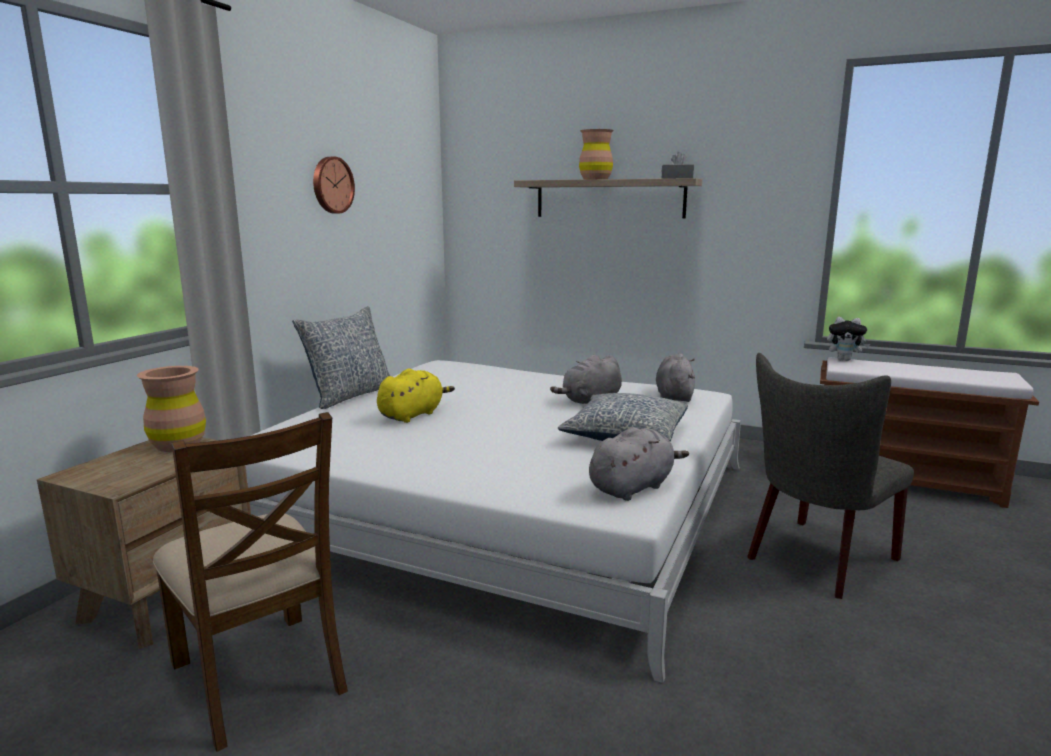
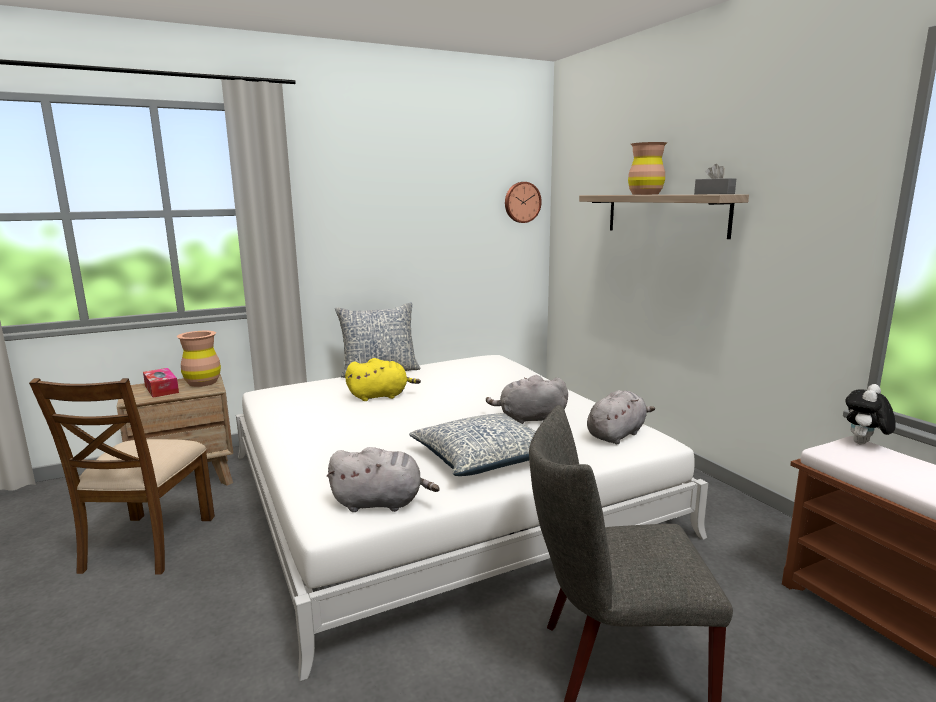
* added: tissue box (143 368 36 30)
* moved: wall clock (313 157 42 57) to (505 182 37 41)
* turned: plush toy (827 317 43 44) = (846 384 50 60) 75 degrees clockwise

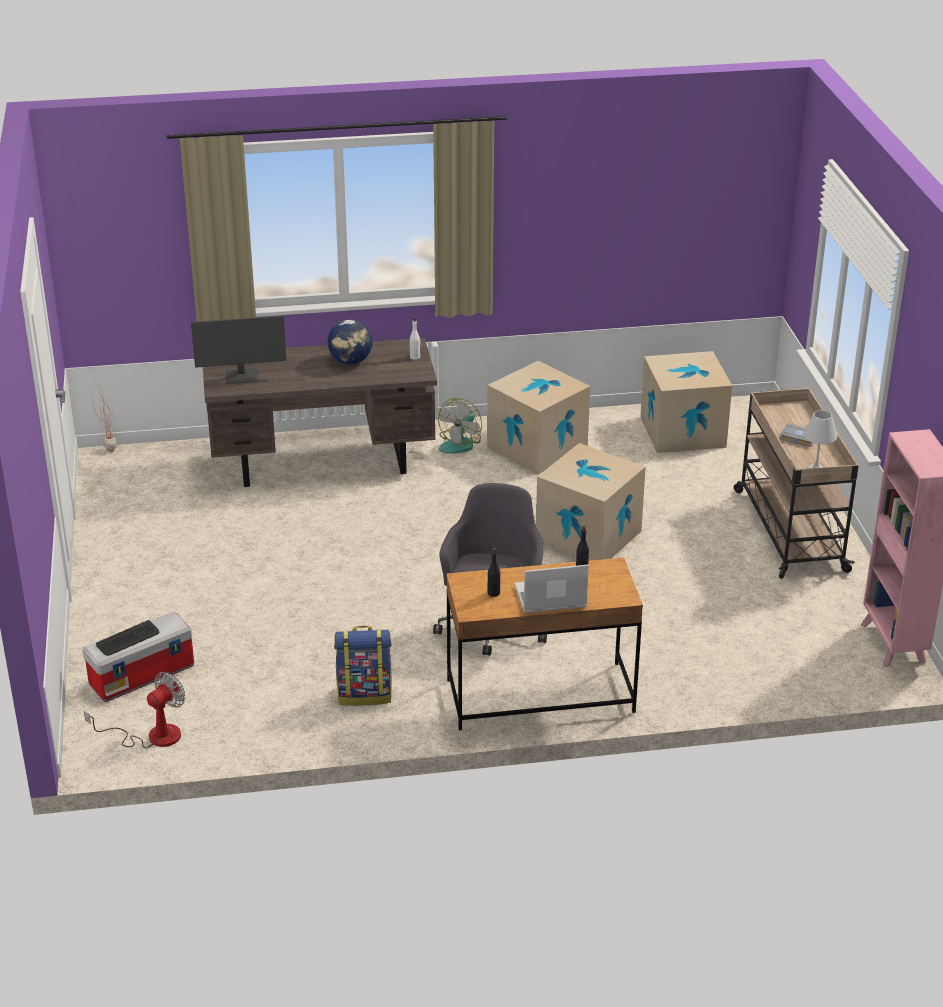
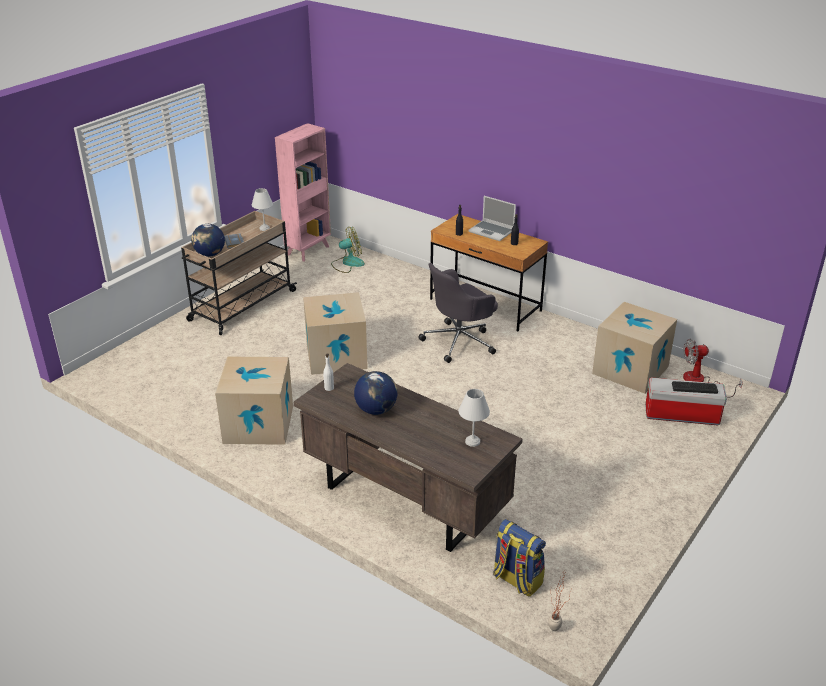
* added: globe (191 224 34 33)
* moved: fan (438 398 44 56) to (331 226 34 47)
* replaced: monitor (191 316 95 68) to table lamp/white (459 389 31 58)
* moved: backpack (334 626 58 80) to (493 519 53 78)
* moved: cardboard box (640 351 92 102) to (592 302 85 92)

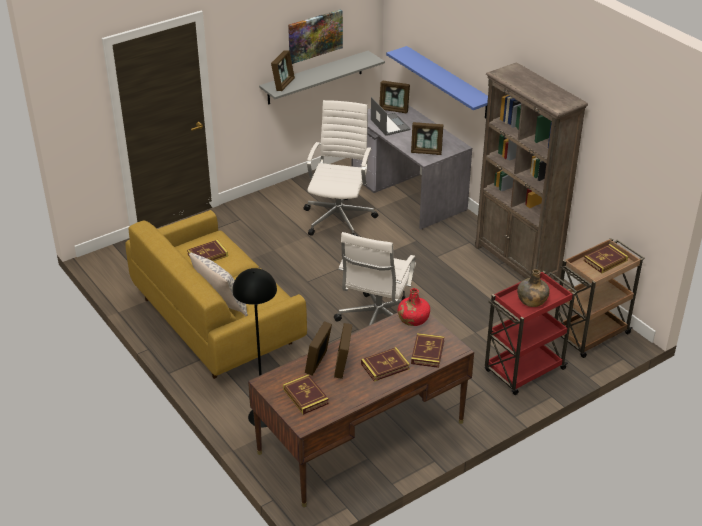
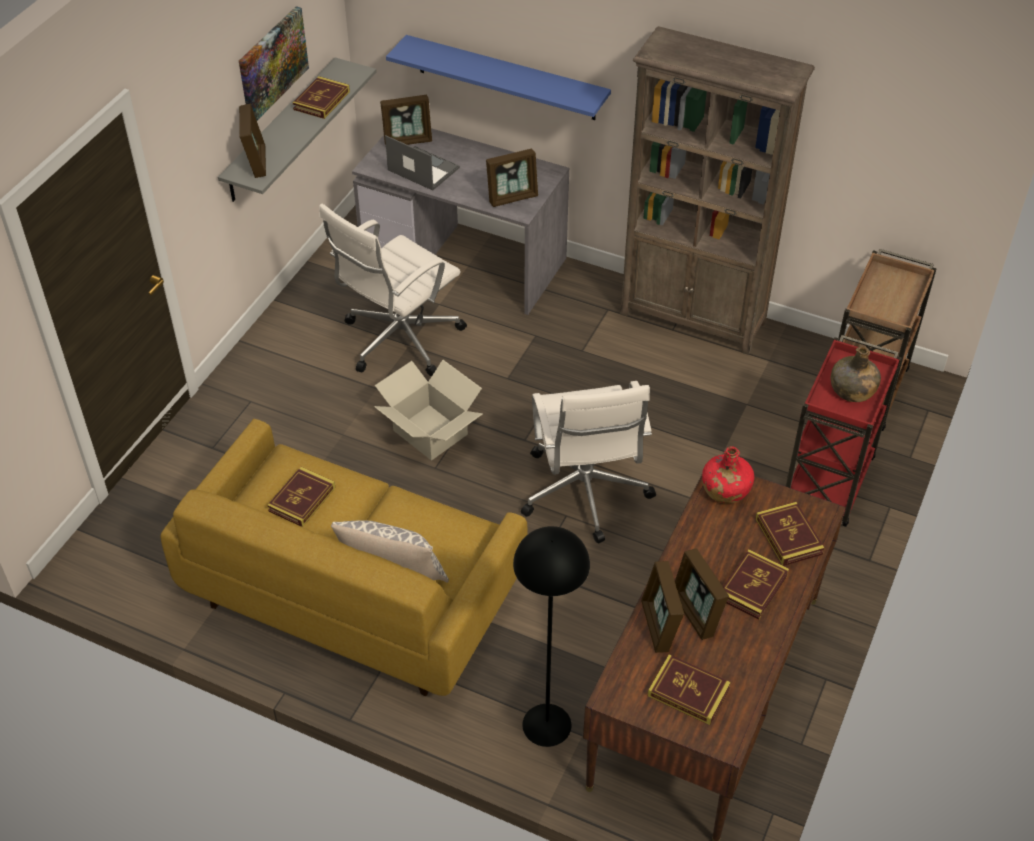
* moved: book (584 244 44 30) to (293 76 57 43)
* turned: office chair/white (304 100 74 136) = (319 204 148 172) 120 degrees counterclockwise
* added: cardboard box (374 360 108 101)

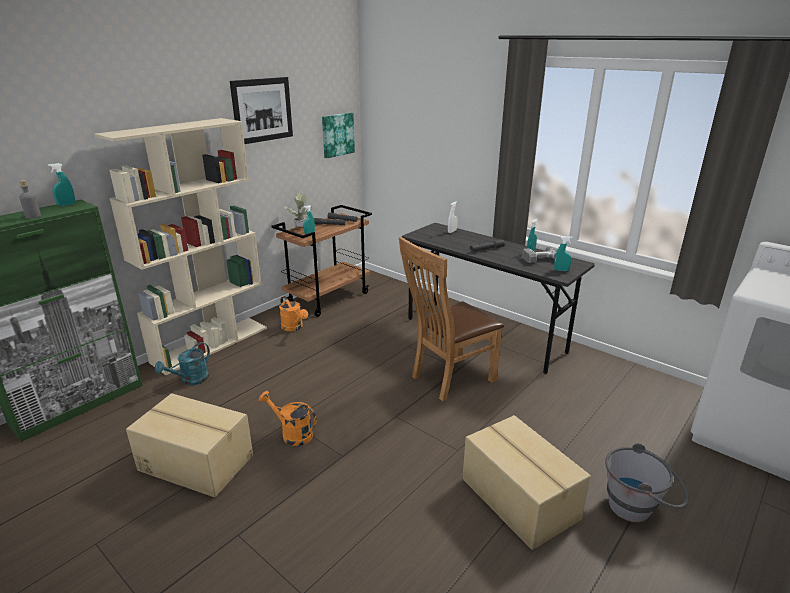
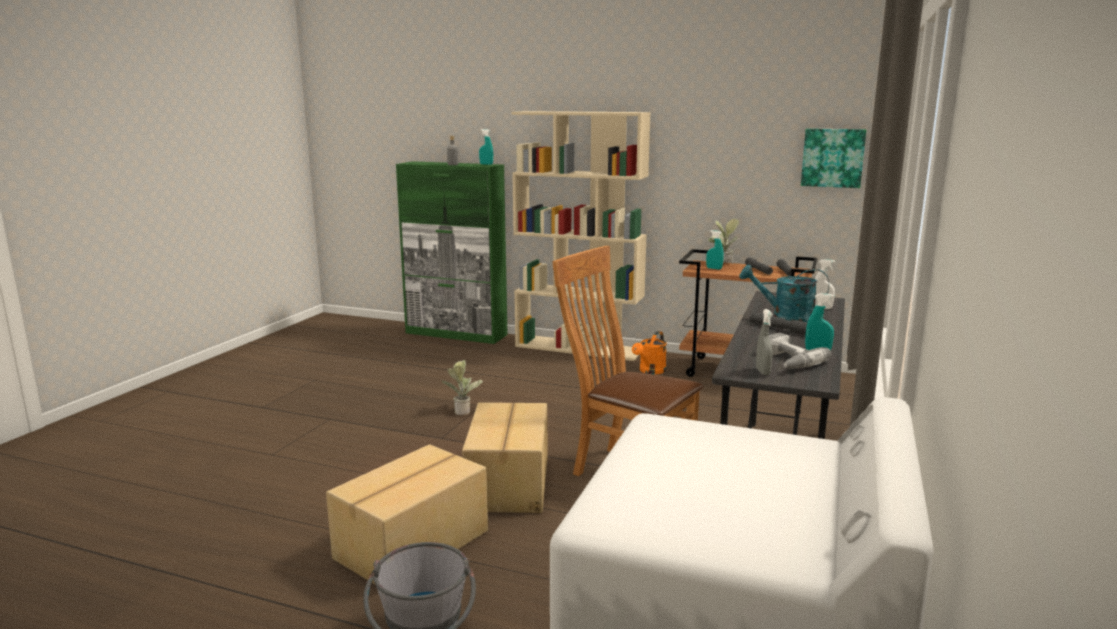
* replaced: watering can/orange (259 391 58 55) to potted plant (442 360 41 55)
* moved: cardboard box (126 393 127 104) to (462 402 85 111)
* moved: watering can/turquoise (155 342 55 43) to (739 265 90 58)
* recoloured: spray bottle/turquoise (554 236 19 35) to spray bottle/grey (756 309 17 66)
* removed: picture (230 77 63 67)

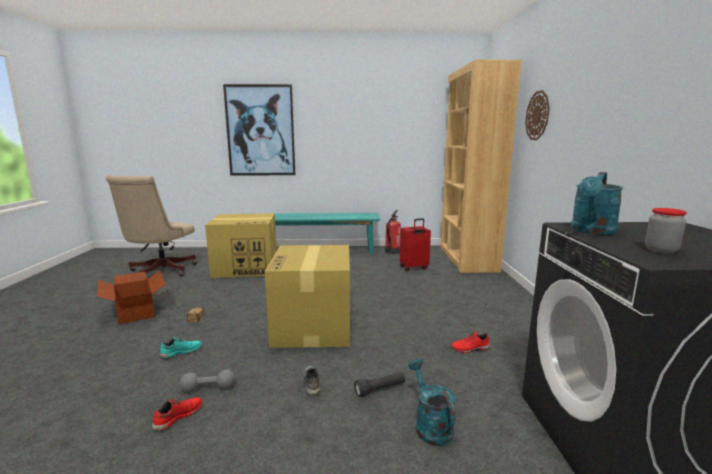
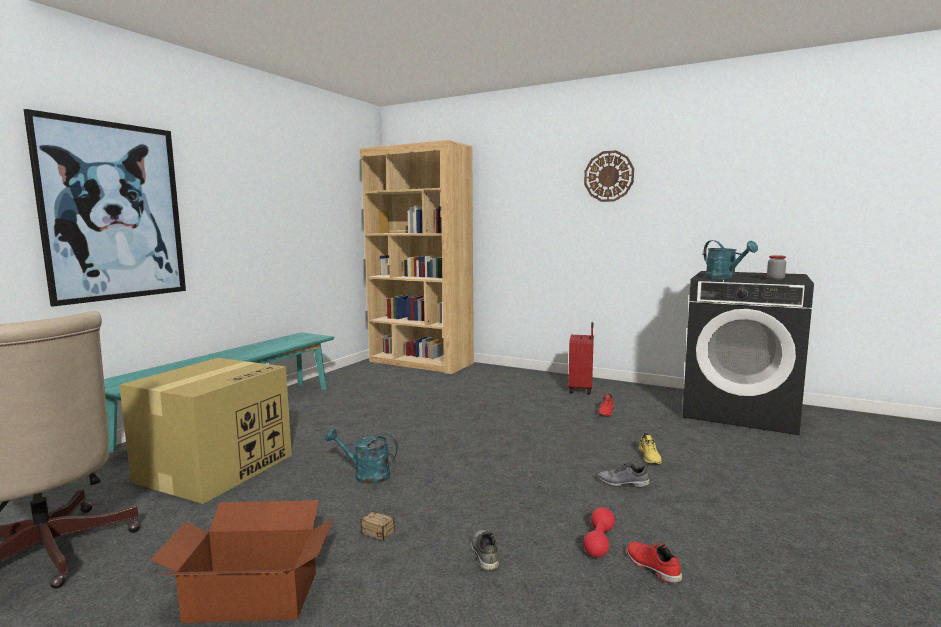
* moved: watering can/turquoise (408 359 48 87) to (325 428 73 56)
* recoloured: shoe/turquoise (159 337 43 22) to shoe/grey (471 530 28 41)
* moved: suitcase/red (400 218 31 53) to (568 322 26 73)
* moved: wall clock (525 90 25 50) to (584 150 50 52)
* recoloured: dumbbell/grey (179 370 56 22) to dumbbell/red (584 507 31 51)
* replaced: flashlight/black (354 372 51 25) to shoe/yellow (639 433 23 31)
* removed: cardboard box (265 245 85 103)
* removed: fire extinguisher (385 210 16 44)

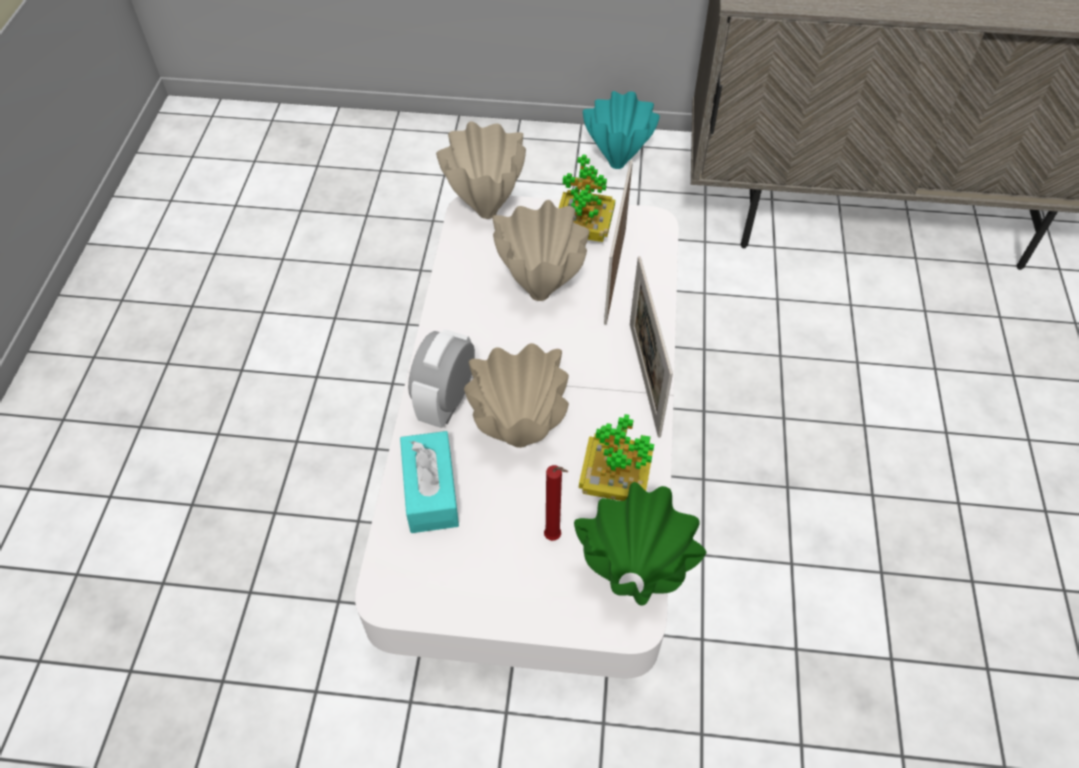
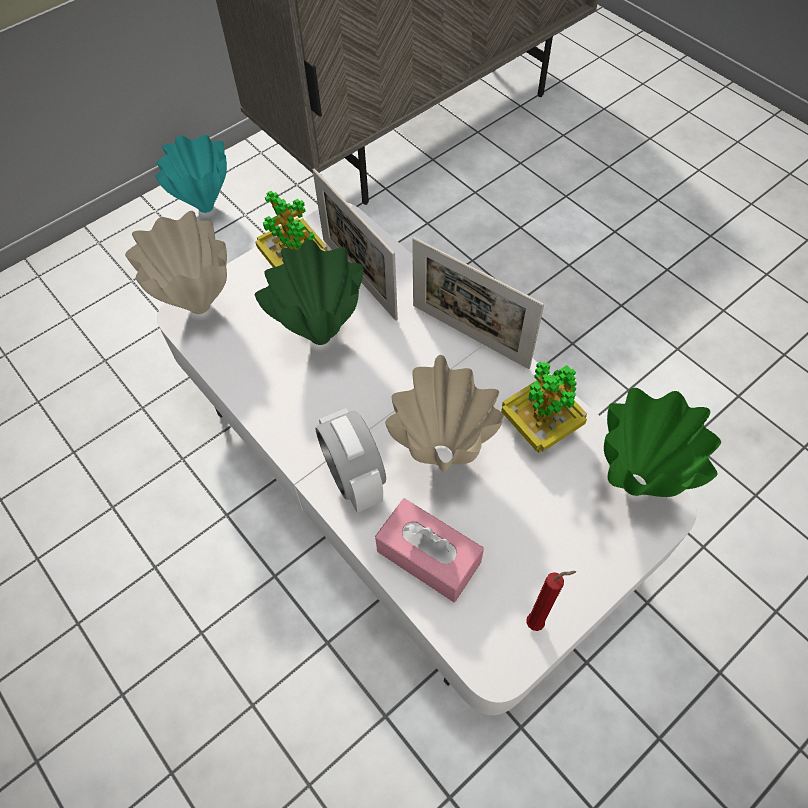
* recoloured: vase/beige (492 200 98 101) to vase/green (255 240 109 105)
* recoloured: tissue box/turquoise (400 431 59 102) to tissue box/pink (375 498 109 104)
* moved: candle/red (544 465 24 76) to (526 571 51 60)

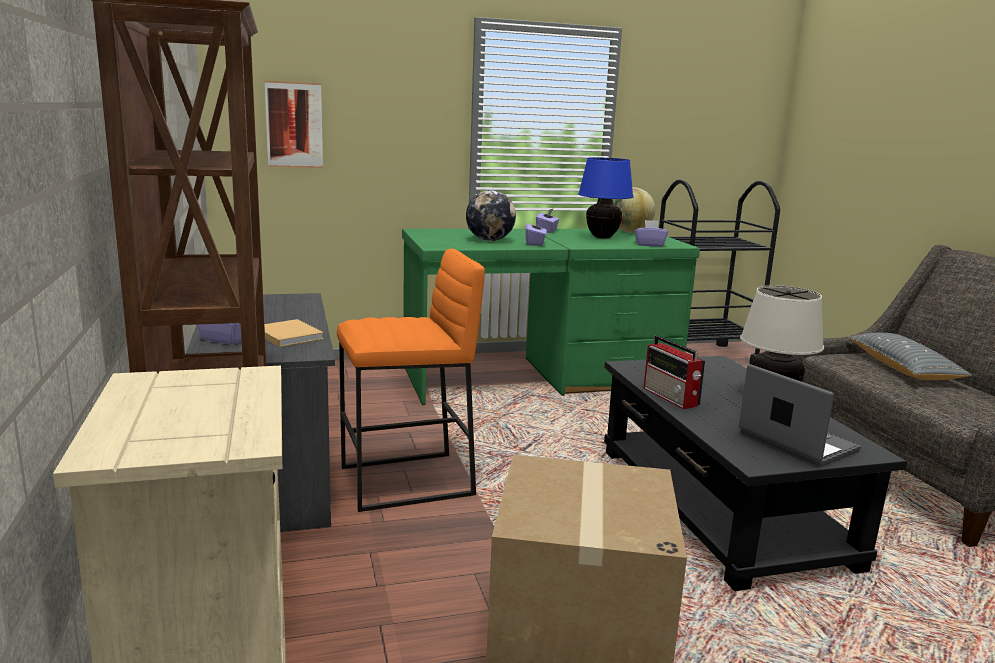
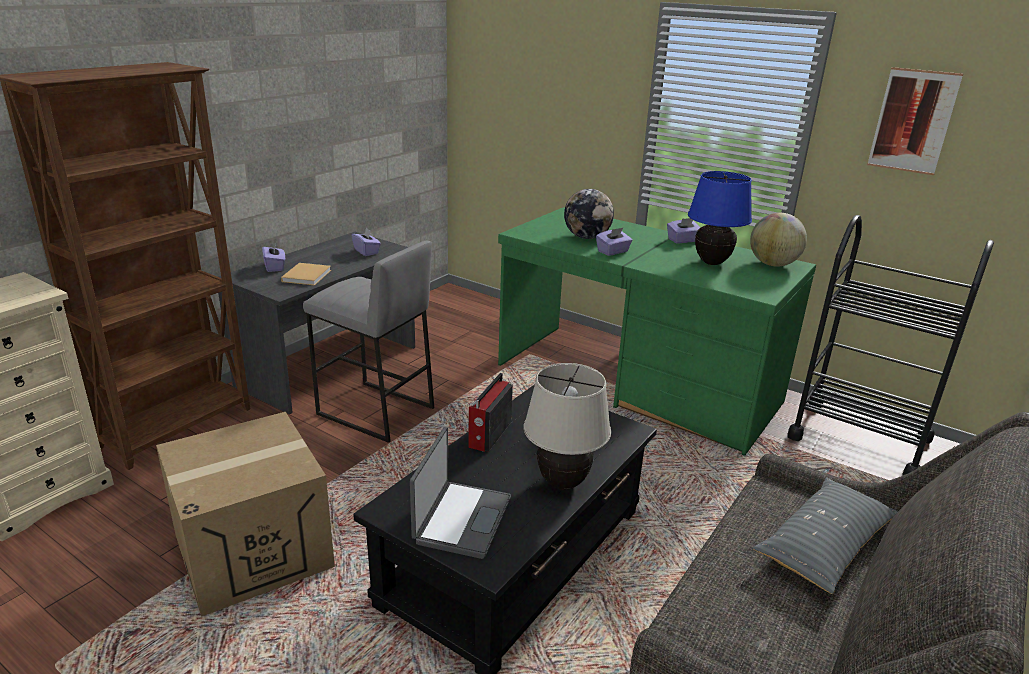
* recoloured: stool/orange (337 249 148 263) to stool/grey (303 240 131 203)
* moved: tissue box/purple (634 220 34 27) to (351 228 30 28)
* moved: picture (265 81 58 87) to (867 67 96 108)

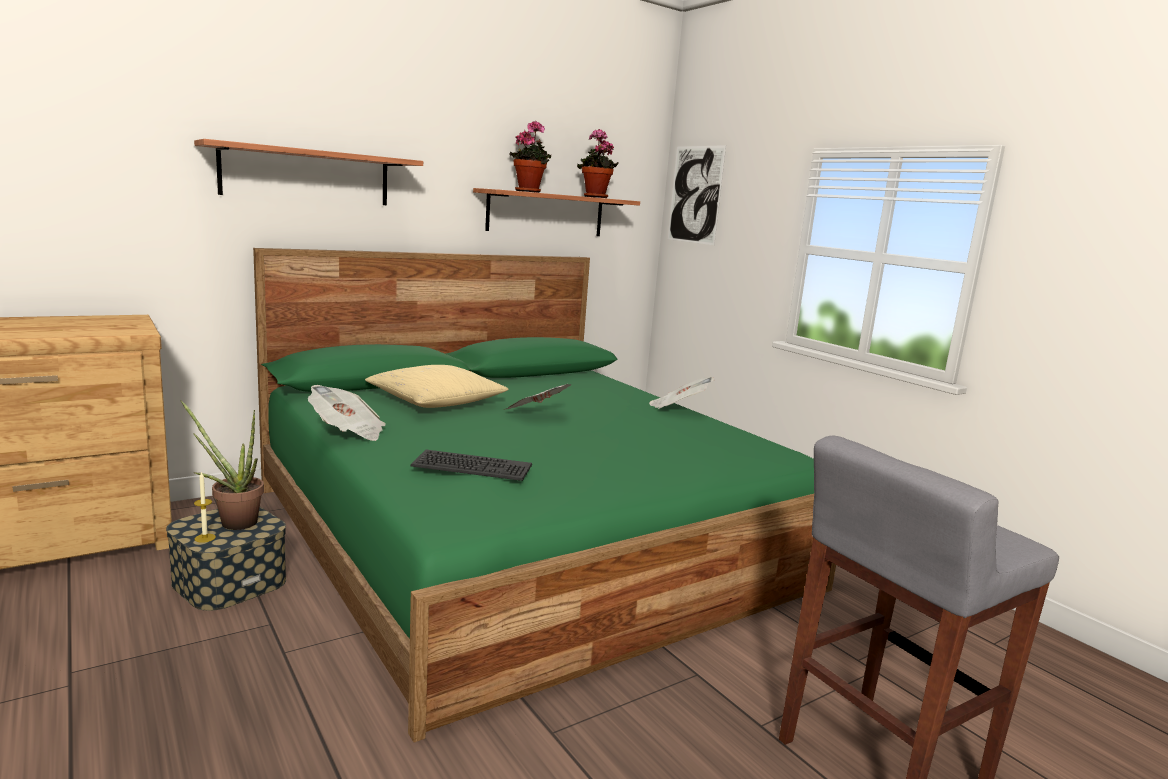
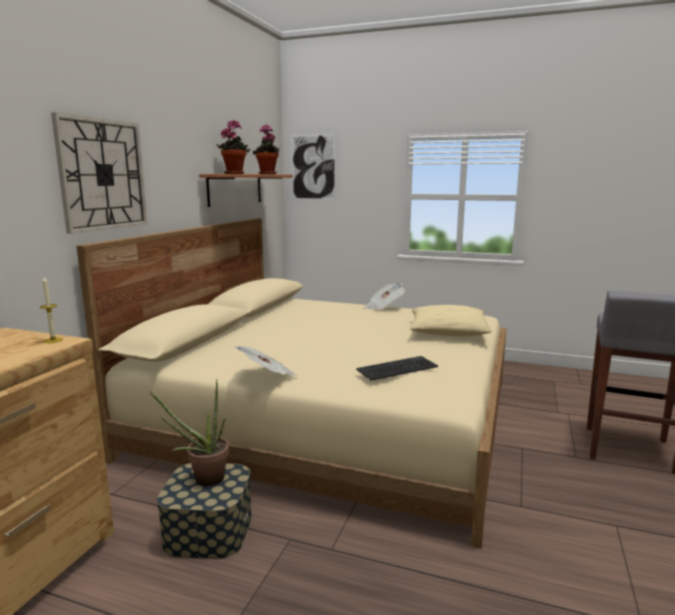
* moved: candle (194 471 22 72) to (40 277 23 66)
* replaced: shelf (194 139 229 66) to wall clock (51 113 97 121)
* recoloured: bed/green (253 248 583 494) to bed/beige (77 218 430 331)
* moved: pillow/beige (365 365 143 43) to (410 305 82 31)
* removed: newspaper (504 384 68 26)

